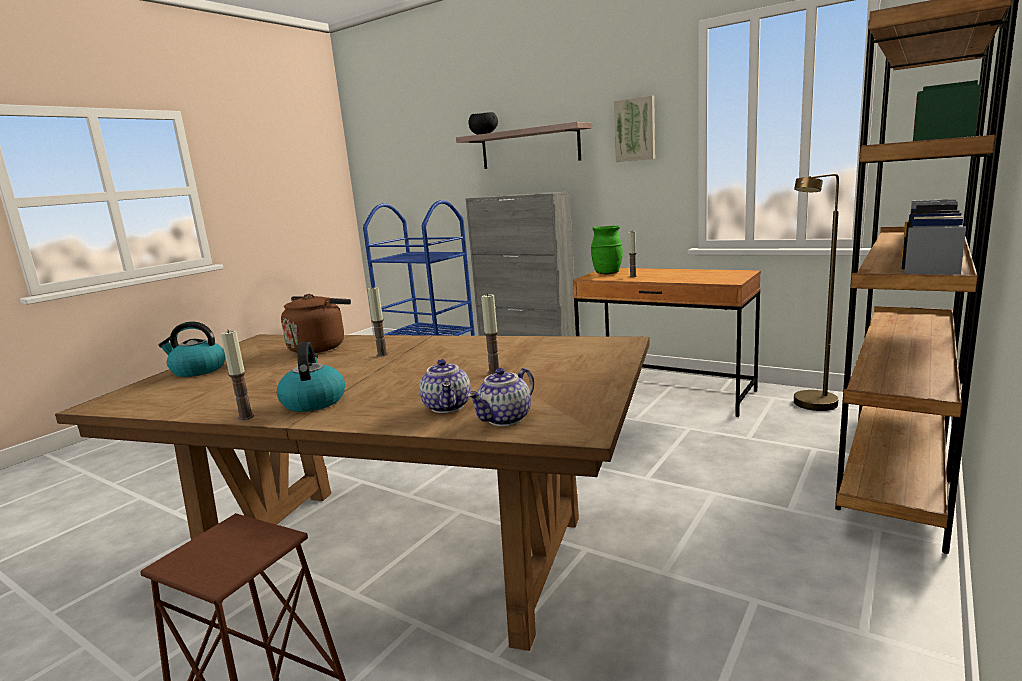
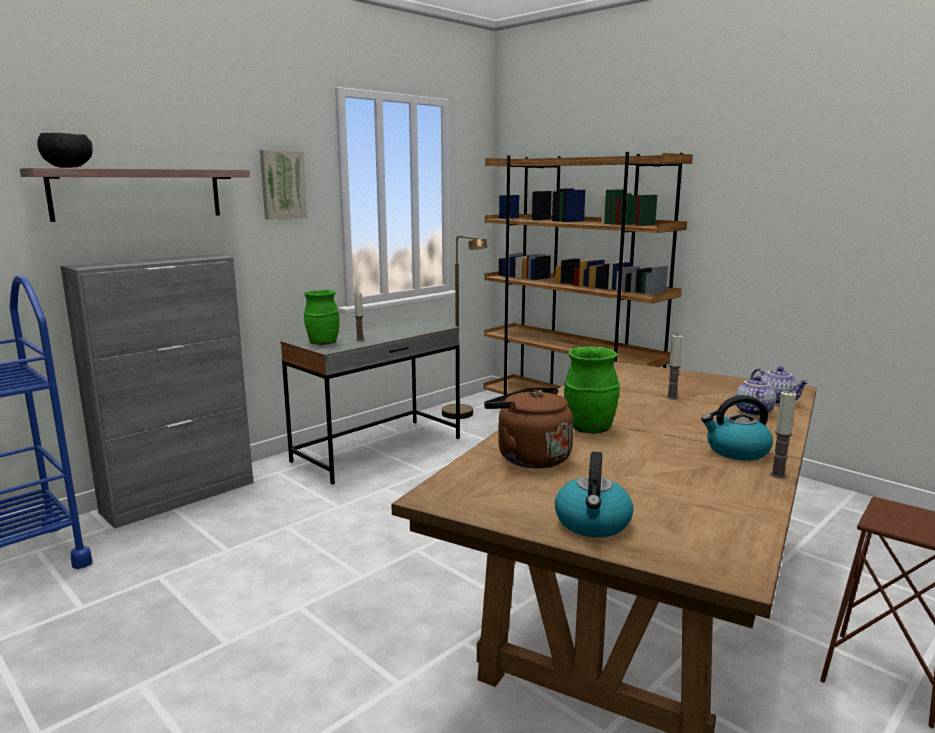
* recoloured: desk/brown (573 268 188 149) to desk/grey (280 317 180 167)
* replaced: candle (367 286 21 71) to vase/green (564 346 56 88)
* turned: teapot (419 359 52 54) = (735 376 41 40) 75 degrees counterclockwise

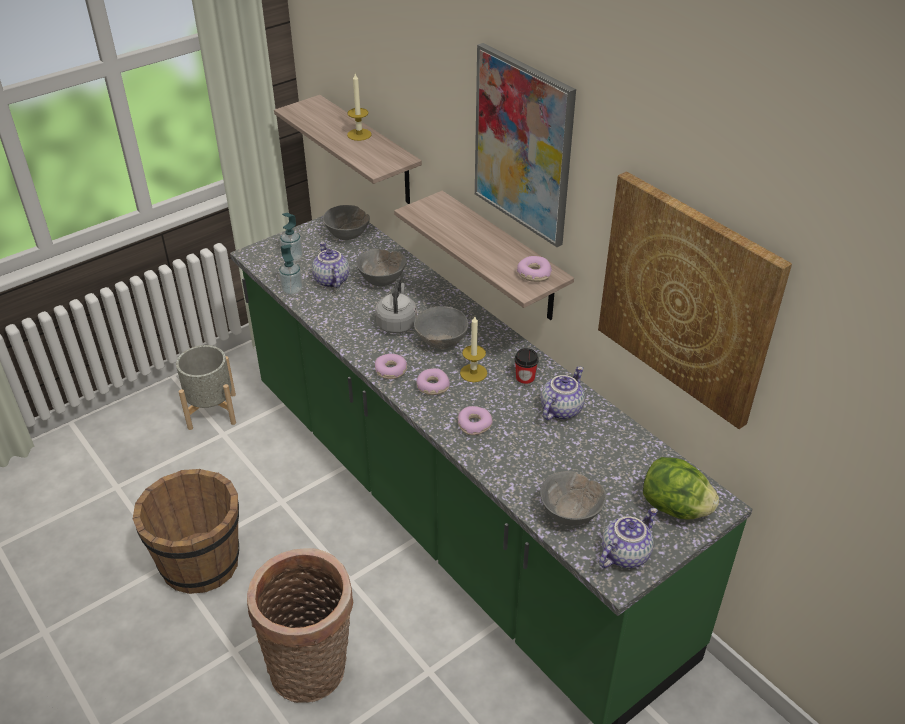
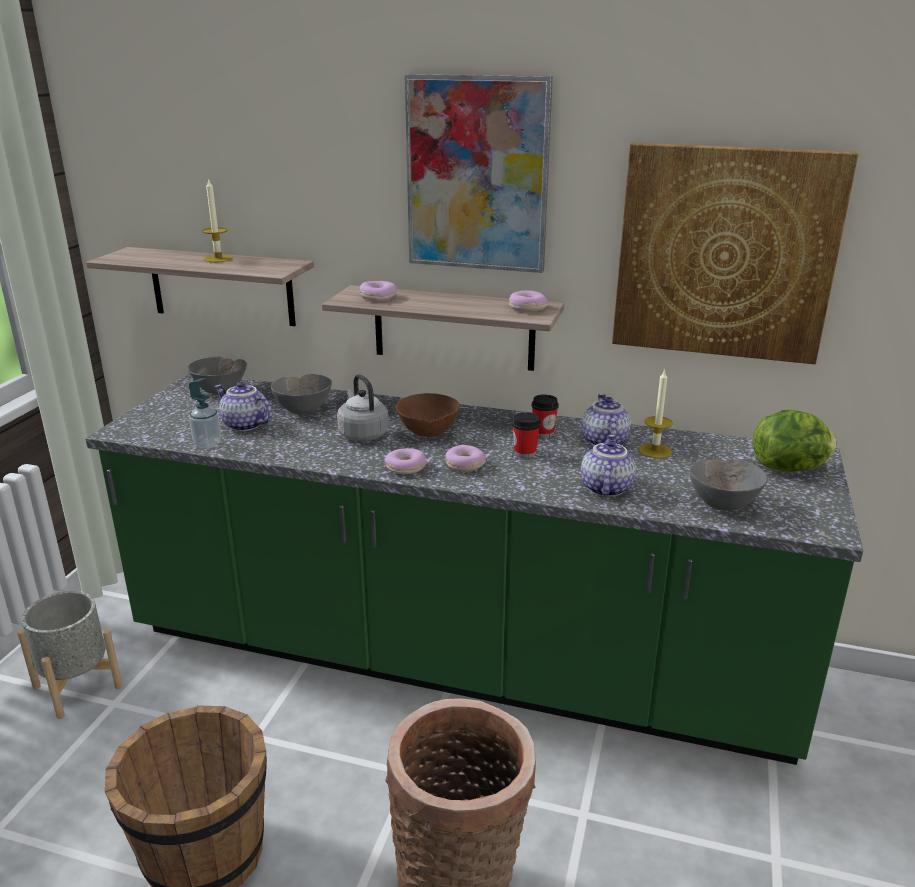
* moved: donut (457 406 35 29) to (359 281 38 21)
* recoloured: bowl/grey (414 306 54 43) to bowl/brown (396 393 64 44)
* added: cup (512 412 28 46)
* moved: teapot (599 508 59 60) to (581 435 55 62)
* moved: candle (460 316 27 66) to (639 369 34 89)
* removed: soap dispenser (280 213 23 49)

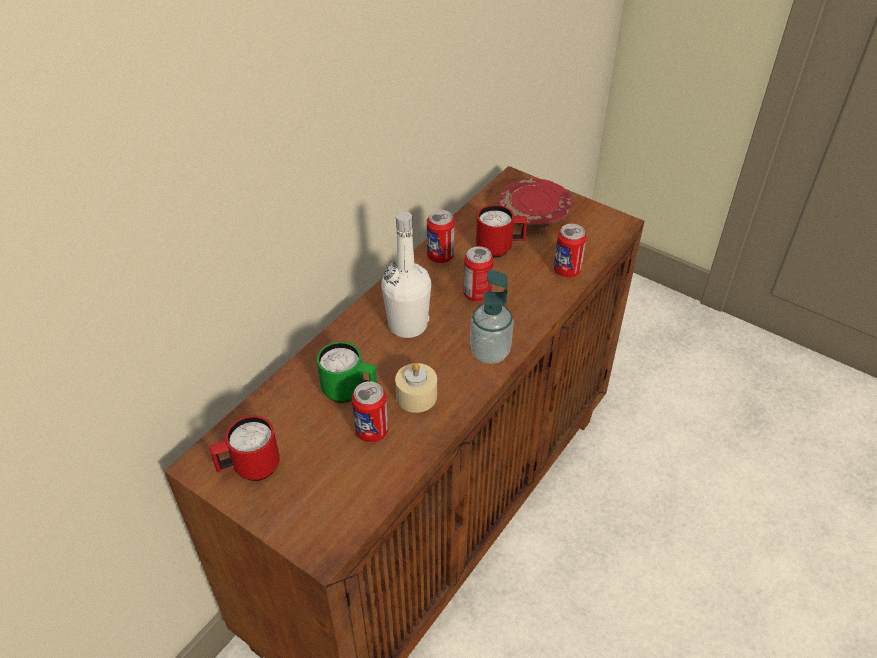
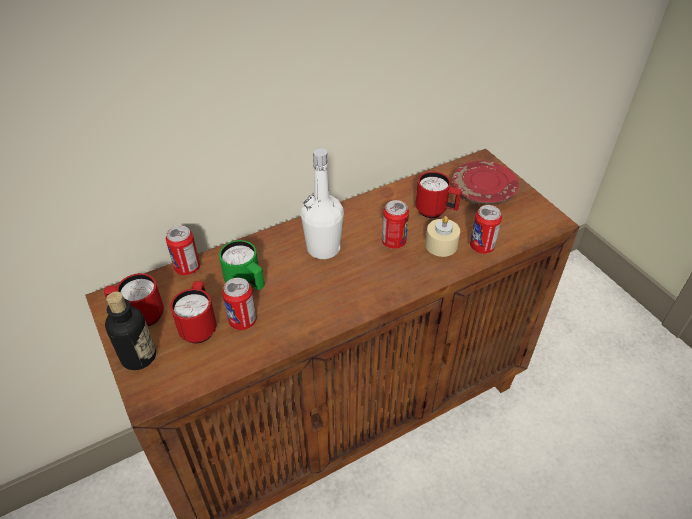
* added: bottle (105 291 51 79)
* moved: can (427 210 28 53) to (166 226 34 49)
* added: mug/red (170 281 46 62)
* moved: candle/beige (395 363 42 50) to (425 216 35 41)
* removed: soap dispenser (470 270 44 94)

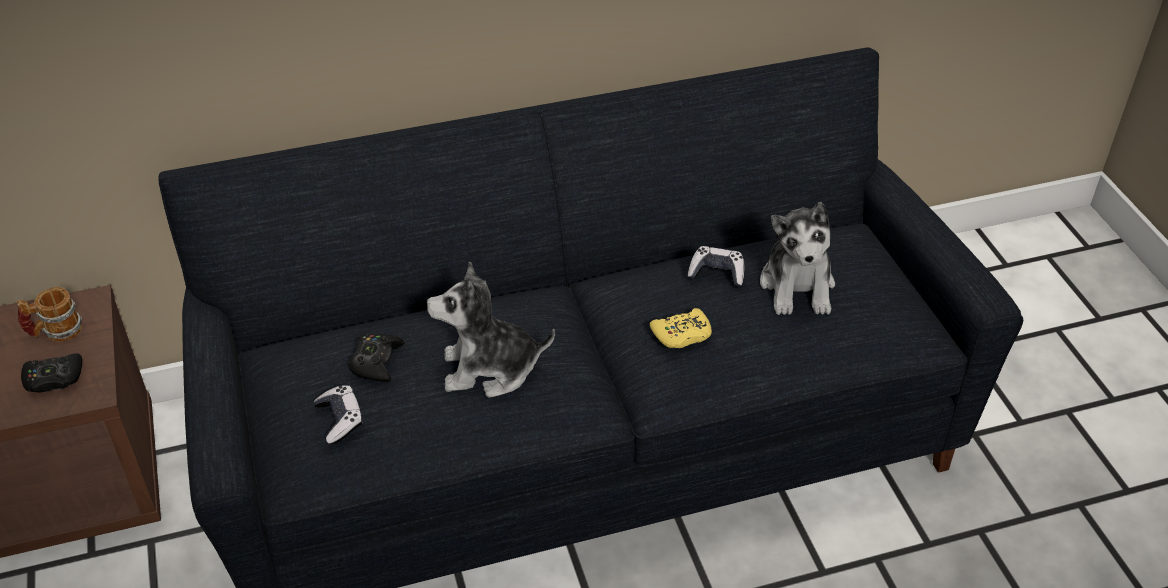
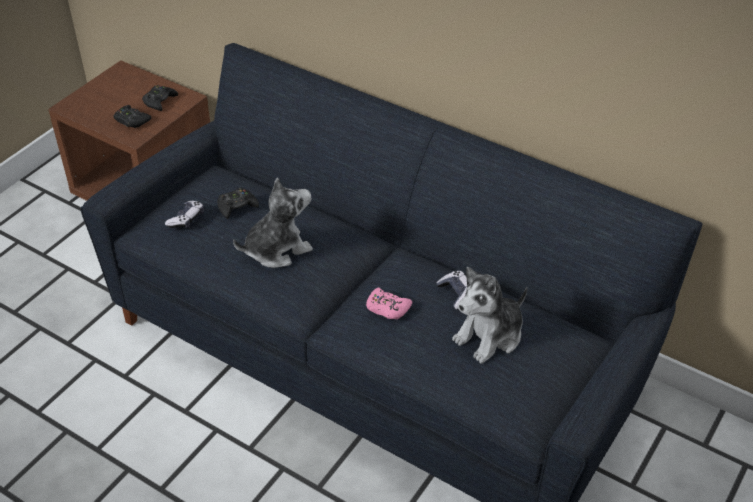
* replaced: mug (17 287 65 55) to game controller/black (142 85 36 26)
* turned: plush toy (426 261 129 137) = (233 177 80 91) 105 degrees clockwise
* recoloured: game controller/yellow (650 308 62 40) to game controller/pink (366 288 46 31)

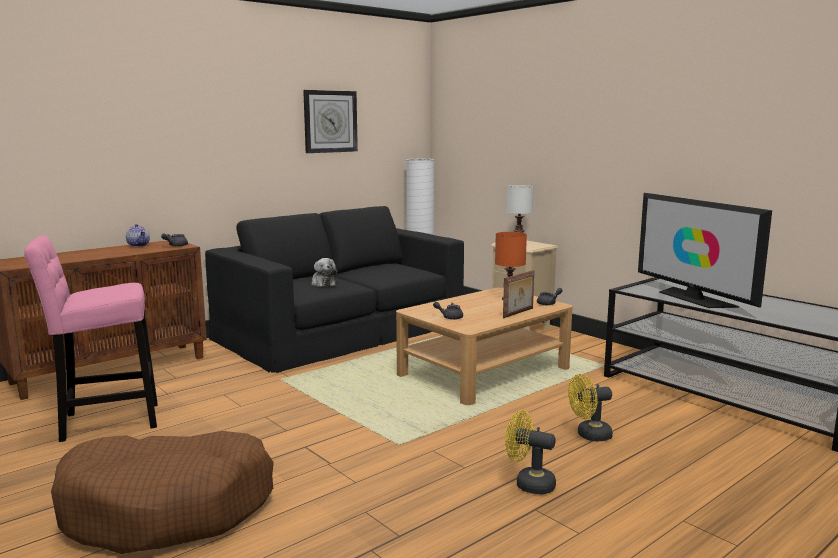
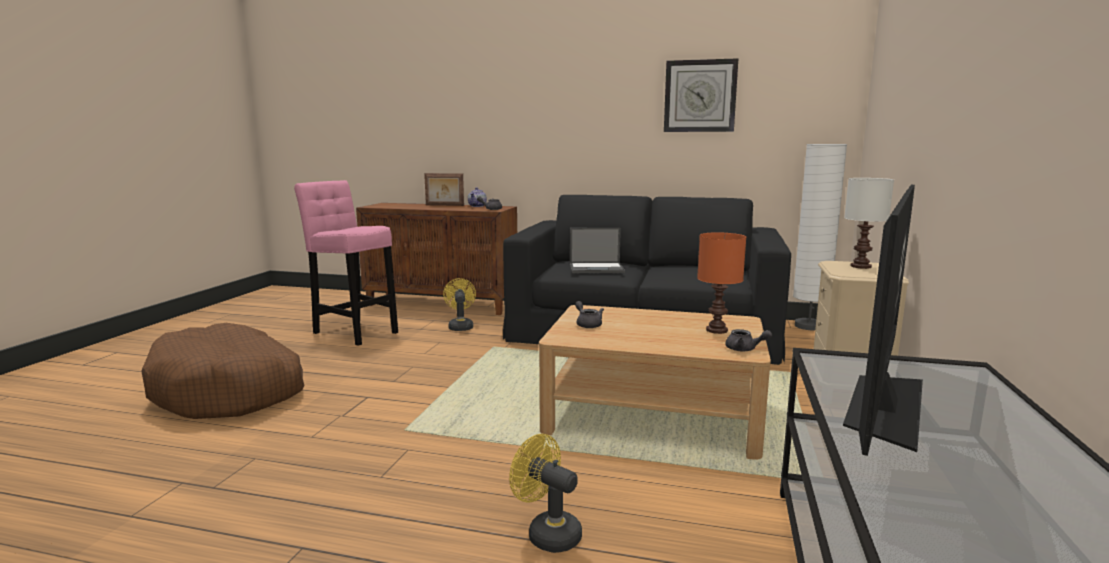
* moved: picture frame (503 270 31 48) to (424 173 40 33)
* moved: fan/yellow (505 410 51 84) to (443 278 33 53)
* replaced: plush toy (311 258 27 29) to laptop (570 228 55 45)

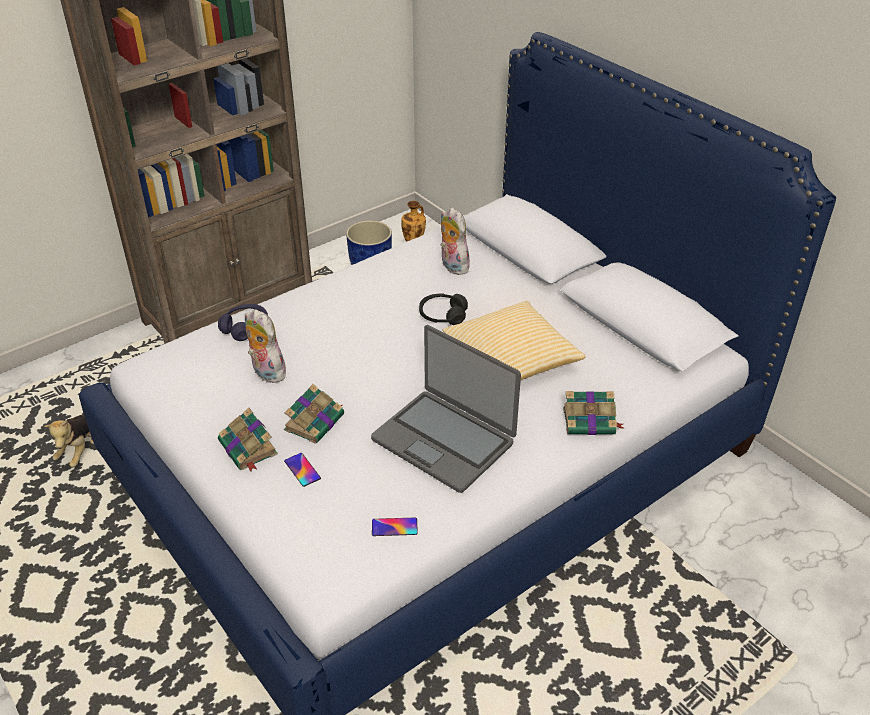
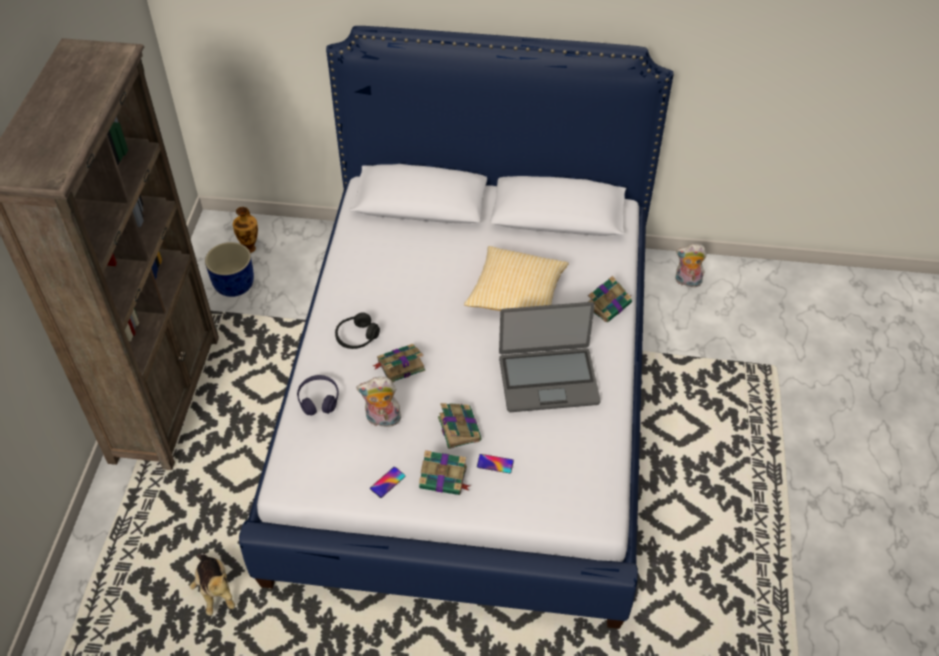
* moved: headphones/black (419 293 49 32) to (335 313 45 36)
* moved: phone (372 517 46 19) to (370 467 36 31)
* added: book (373 344 52 38)
* moved: plush toy (440 207 30 68) to (675 244 32 43)

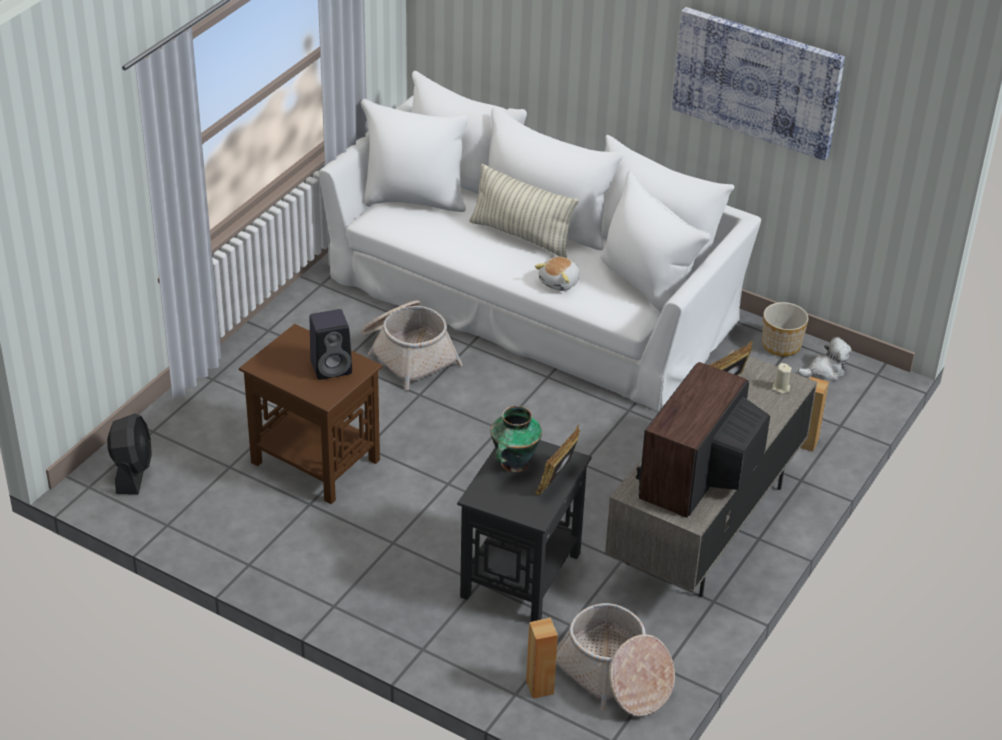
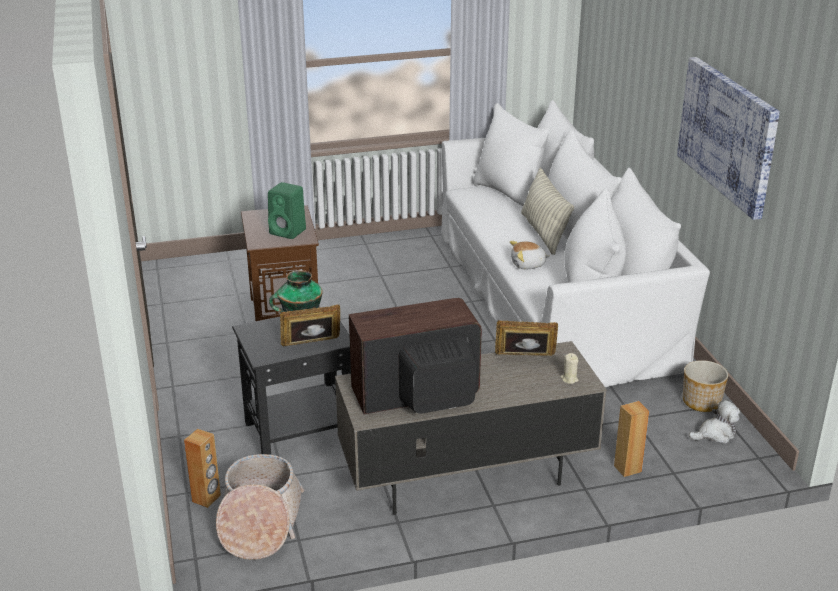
* recoloured: speaker/black (310 309 42 71) to speaker/green (268 182 38 57)
* turned: plush toy (797 337 54 44) = (689 400 51 44) 45 degrees counterclockwise
* removed: fan/black (107 413 45 82)
* removed: basket (361 300 102 90)

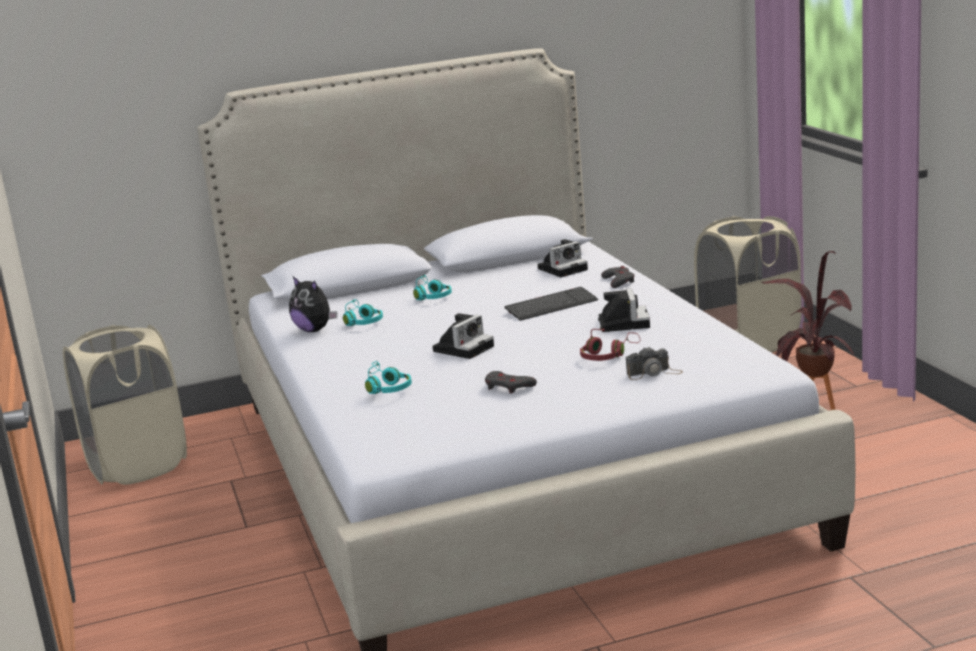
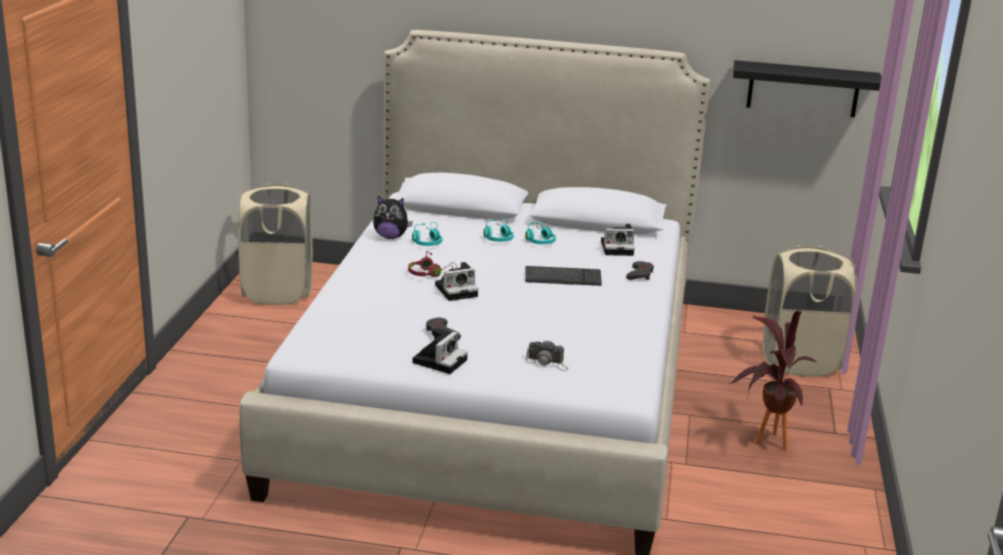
* turned: plush toy (289 277 48 55) = (373 196 40 43) 60 degrees counterclockwise
* moved: headphones/red (580 329 61 32) to (408 251 49 26)
* moved: photo camera (598 288 52 44) to (412 328 56 46)
* moved: headphones/turquoise (365 361 47 33) to (525 221 31 23)
* added: shelf/black (733 60 149 57)

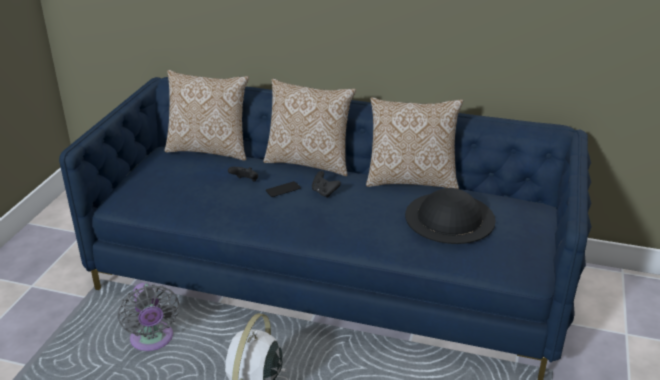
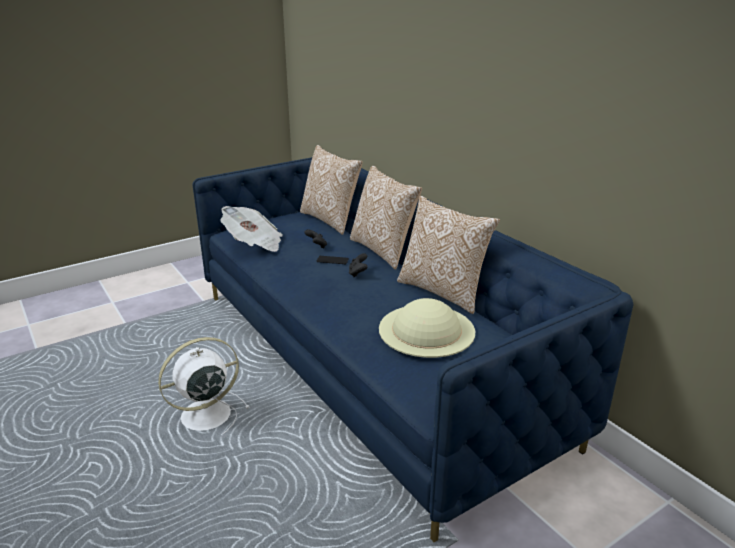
* added: newspaper (221 206 62 46)
* recoloured: hat/black (405 188 91 56) to hat/beige (379 298 96 60)
* removed: fan/grey (117 283 63 68)

